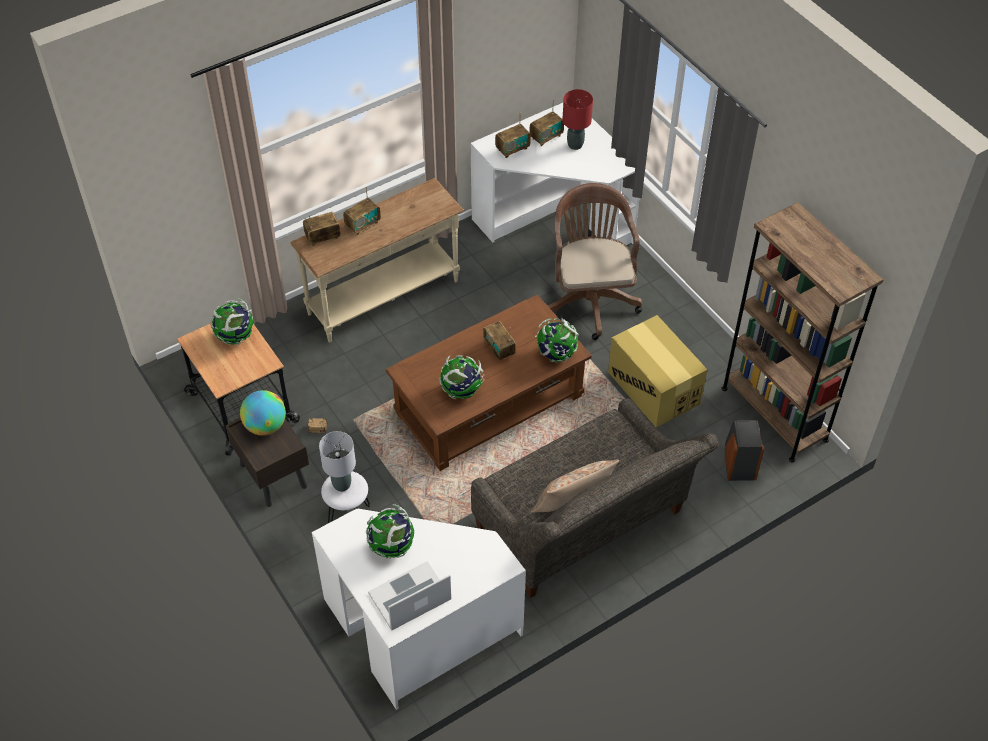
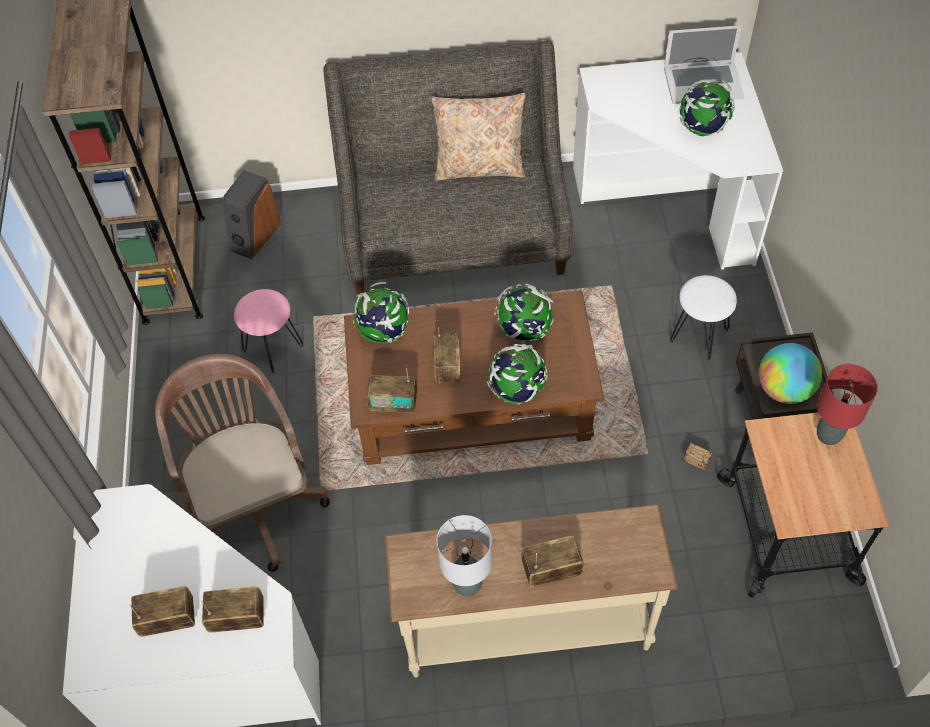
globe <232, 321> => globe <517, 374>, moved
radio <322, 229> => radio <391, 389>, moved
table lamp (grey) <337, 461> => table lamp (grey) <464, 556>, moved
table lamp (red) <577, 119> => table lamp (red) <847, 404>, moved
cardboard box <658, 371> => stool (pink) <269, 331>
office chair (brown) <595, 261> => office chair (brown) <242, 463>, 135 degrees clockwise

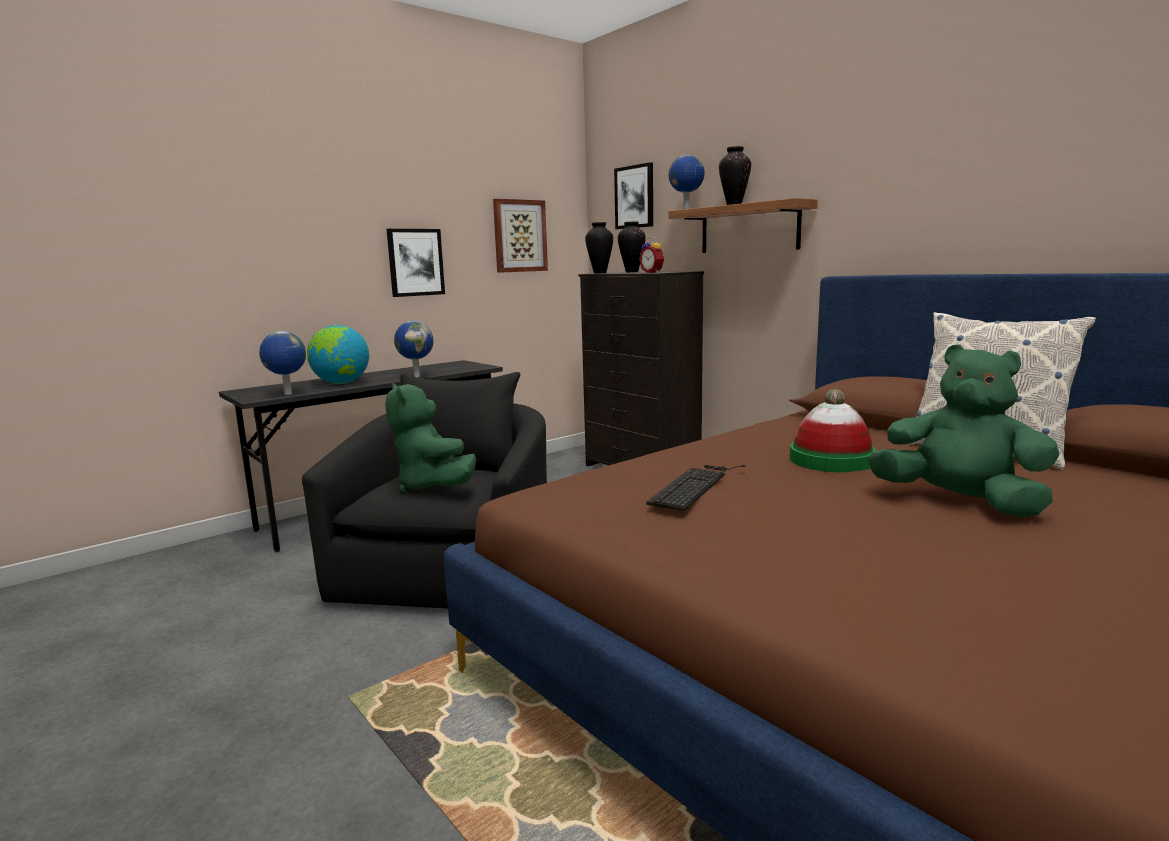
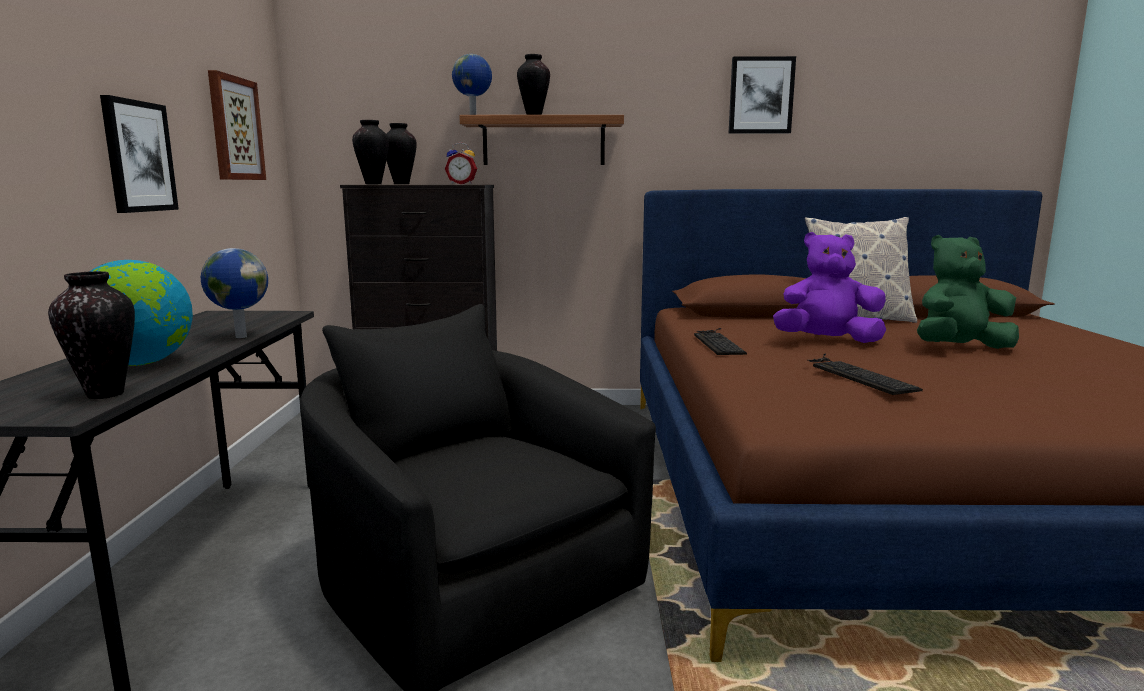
plush toy (green) <430, 438> => nothing
nothing => keyboard <720, 341>
picture <633, 195> => picture <762, 94>, moved
globe <282, 363> => vase <91, 335>
hat <833, 430> => plush toy (purple) <829, 287>

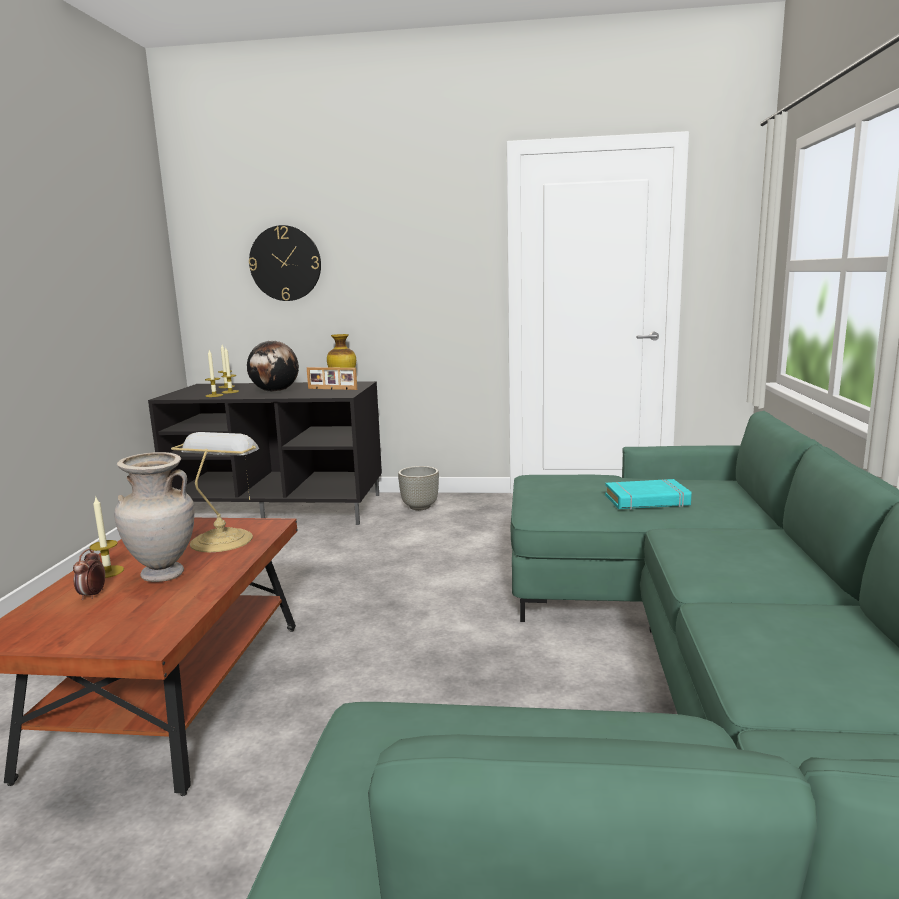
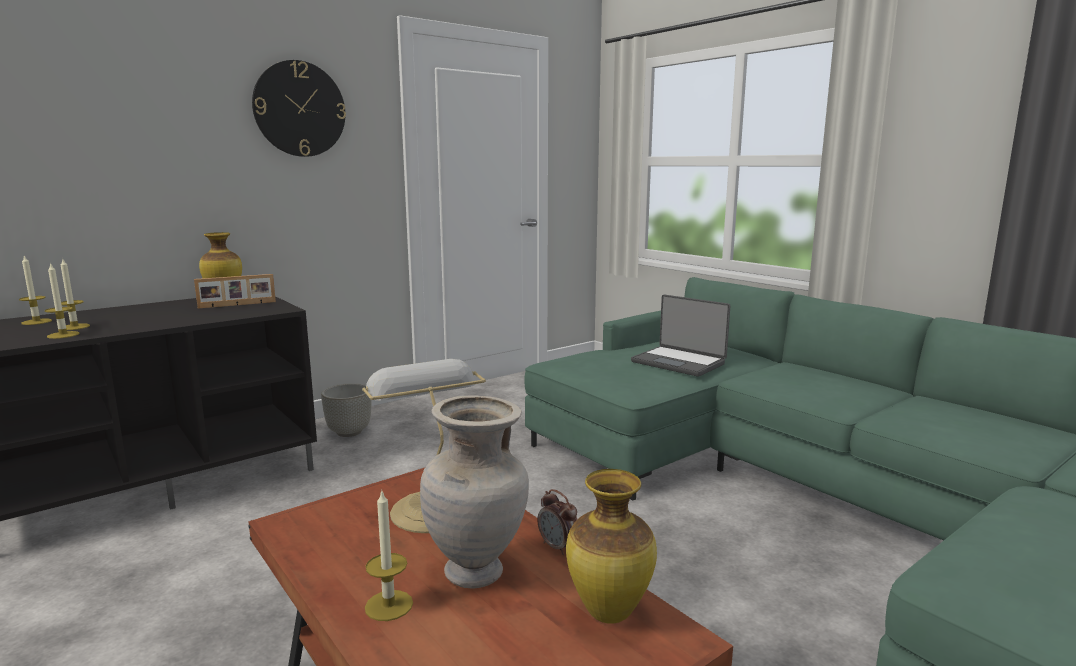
globe <273, 366> => nothing
nothing => vase <611, 546>
alarm clock <89, 574> => alarm clock <557, 522>, moved
wall clock <285, 263> => wall clock <299, 108>, moved
book (turquoise) <648, 494> => laptop <680, 335>

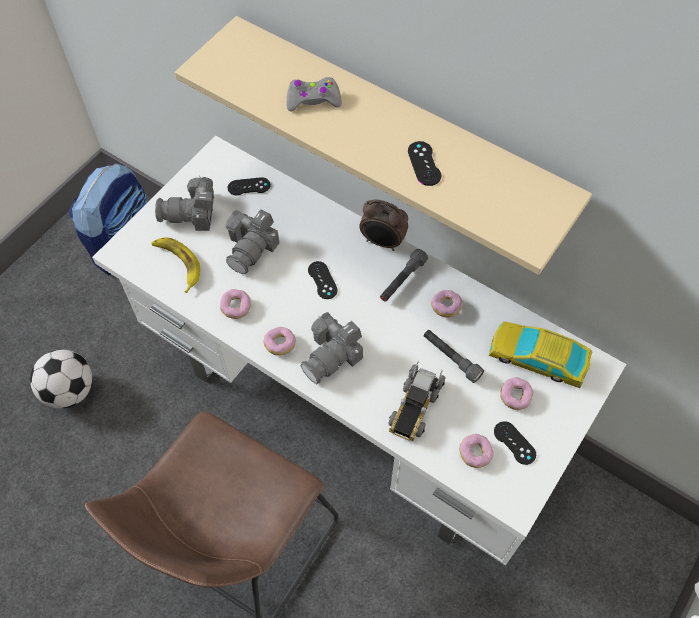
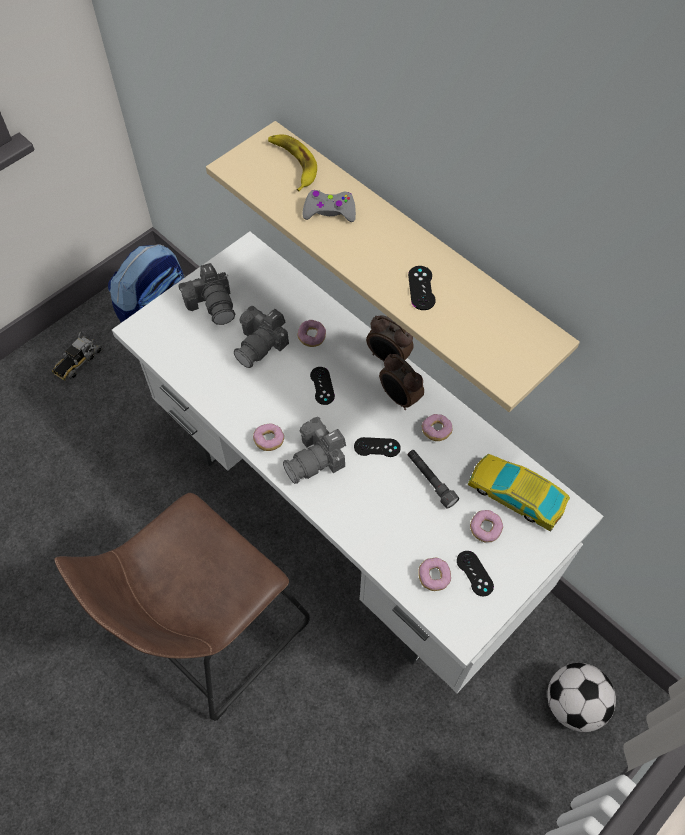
football <61, 379> => football <581, 697>, moved
banana <175, 265> => banana <292, 163>, moved
donut <235, 304> => donut <311, 333>, moved
game controller (black) <249, 186> => game controller (black) <377, 447>, moved
toy truck <416, 401> => toy truck <77, 356>, moved
flashlight (grey) <404, 275> => alarm clock <401, 382>
photo camera <184, 203> => photo camera <206, 294>, 120 degrees counterclockwise

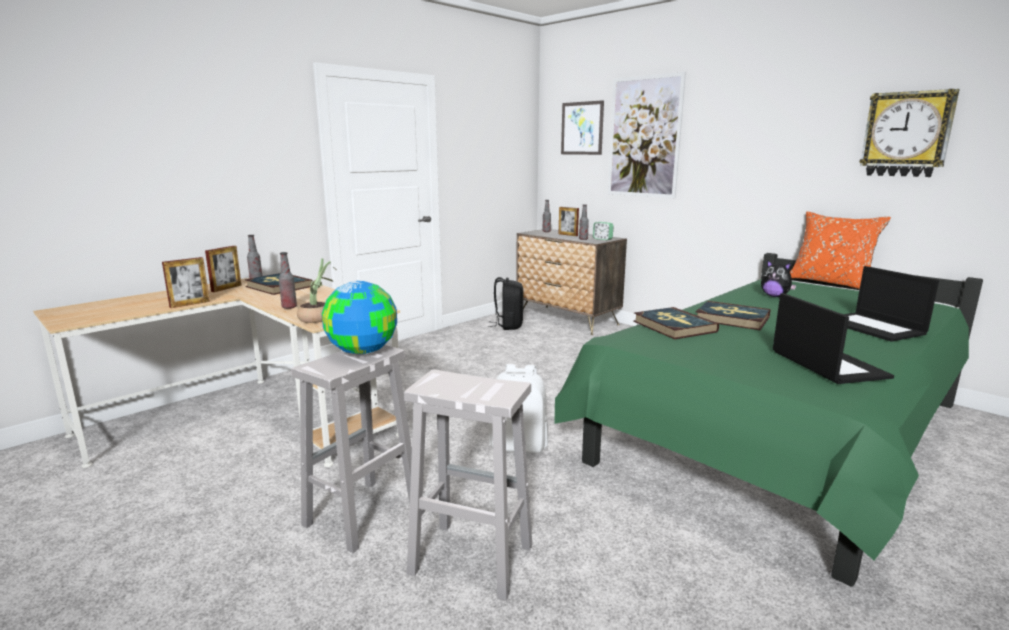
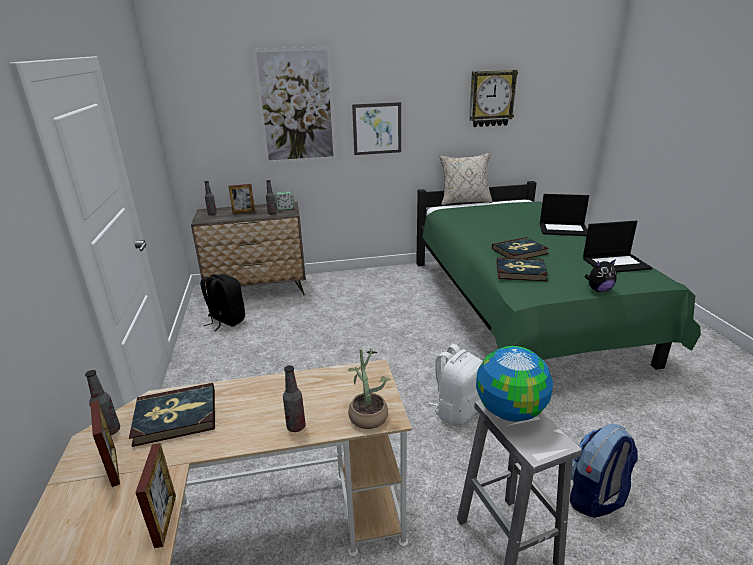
picture <582, 127> => picture <376, 128>, moved
plush toy <778, 278> => plush toy <601, 275>, moved
stool (white) <468, 485> => backpack <604, 470>
pillow (orange) <840, 250> => pillow (beige) <466, 179>
laptop <833, 338> => laptop <617, 246>, 150 degrees clockwise

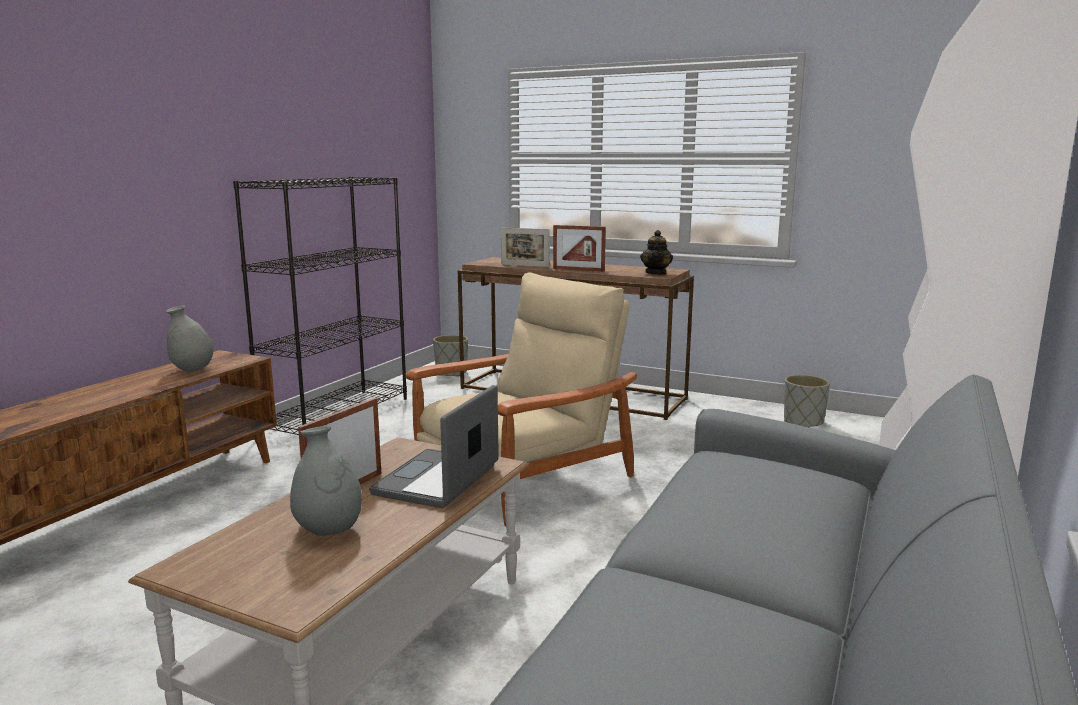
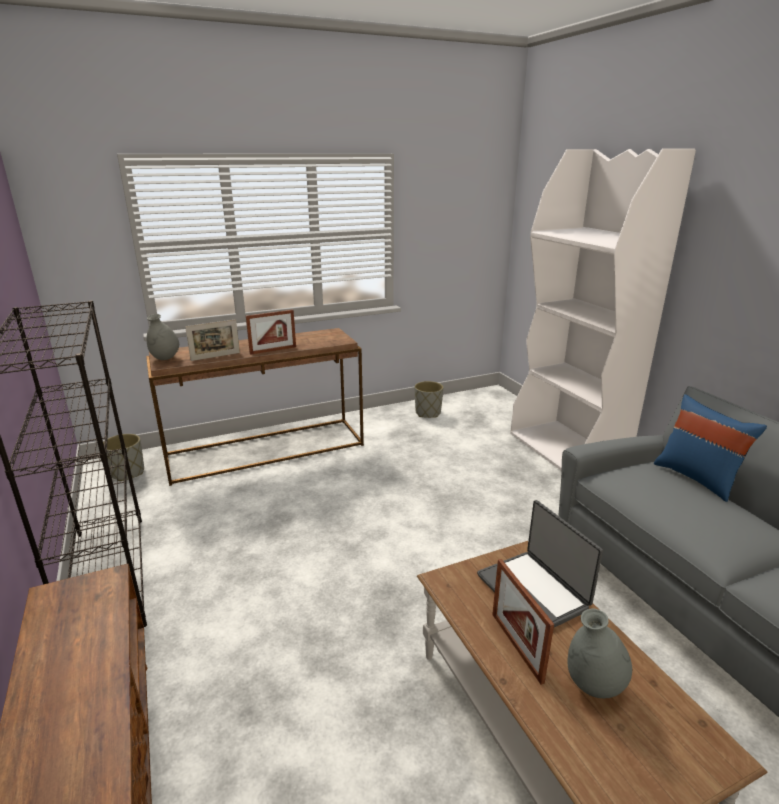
armchair (beige) <521, 399> => nothing
teapot <656, 252> => nothing
nothing => pillow (blue) <710, 448>
vase (grey) <190, 339> => vase (grey) <163, 337>, moved

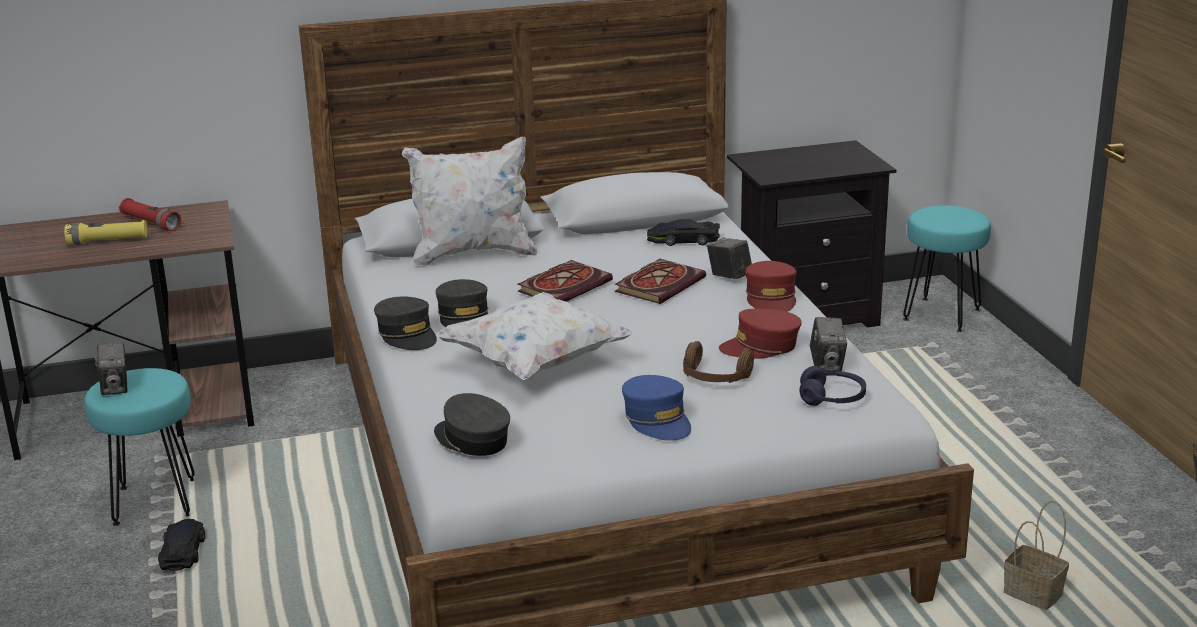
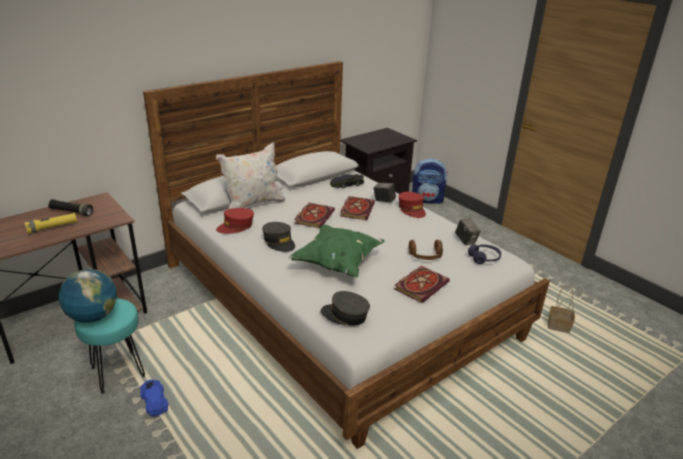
cap (grey) <405, 323> => nothing
cap (red) <760, 334> => cap (red) <235, 221>, moved
photo camera <111, 368> => globe <87, 296>
cap (blue) <656, 408> => book <422, 284>
stool (turquoise) <947, 269> => backpack <430, 181>
flashlight (red) <150, 214> => flashlight (black) <70, 207>
toy car (black) <181, 545> => toy car (blue) <154, 397>
pillow (white) <535, 336> => pillow (green) <337, 251>

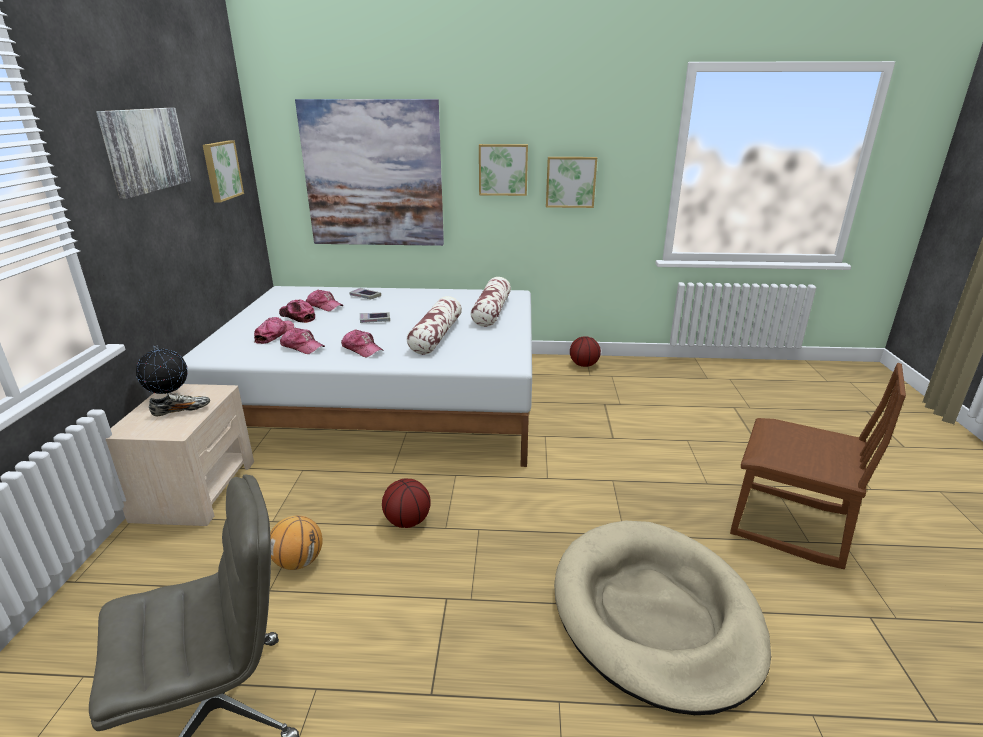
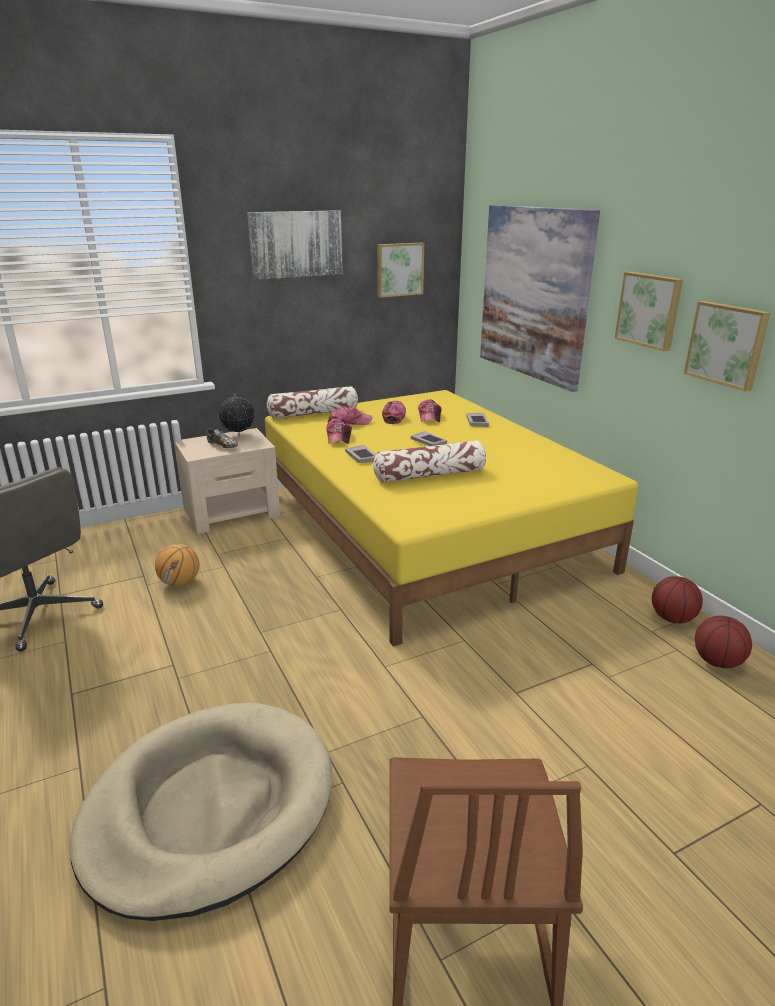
basketball <406, 503> => basketball <723, 642>, moved
pillow <490, 302> => pillow <312, 402>, moved
cap <362, 343> => book <360, 454>
bed (white) <357, 376> => bed (yellow) <451, 518>

